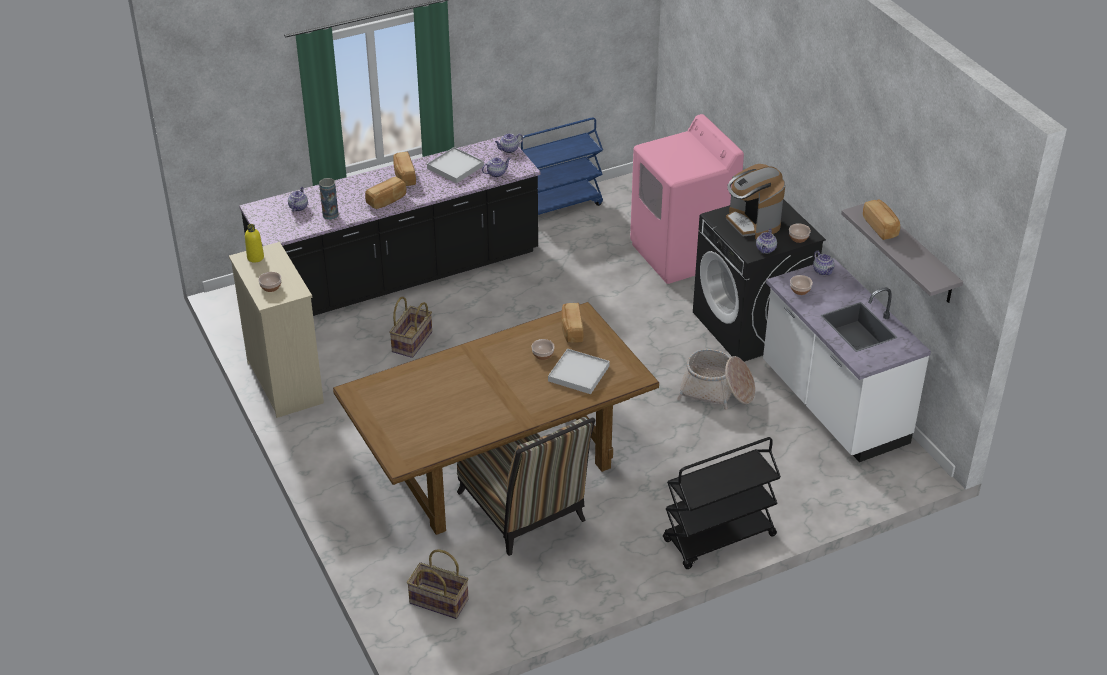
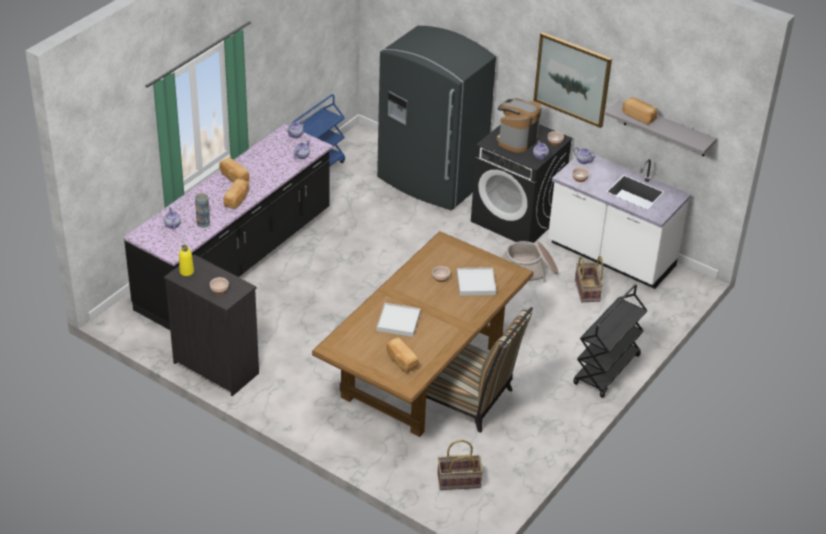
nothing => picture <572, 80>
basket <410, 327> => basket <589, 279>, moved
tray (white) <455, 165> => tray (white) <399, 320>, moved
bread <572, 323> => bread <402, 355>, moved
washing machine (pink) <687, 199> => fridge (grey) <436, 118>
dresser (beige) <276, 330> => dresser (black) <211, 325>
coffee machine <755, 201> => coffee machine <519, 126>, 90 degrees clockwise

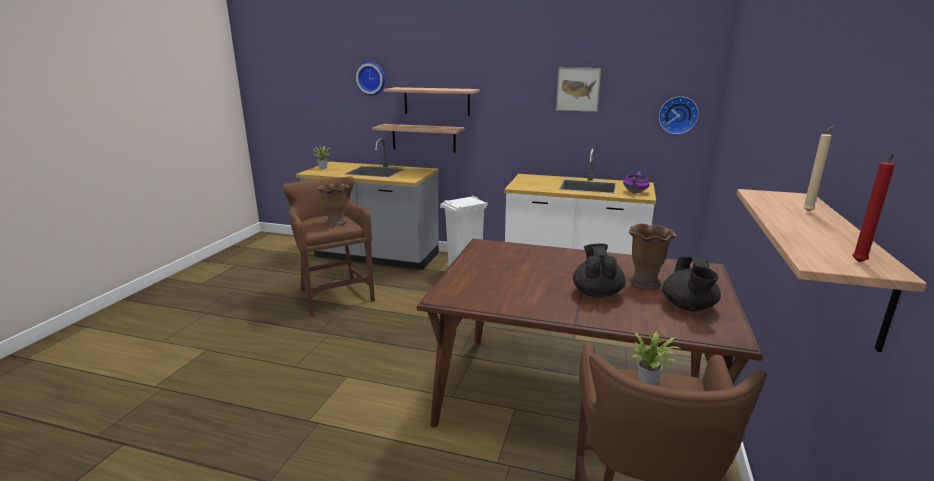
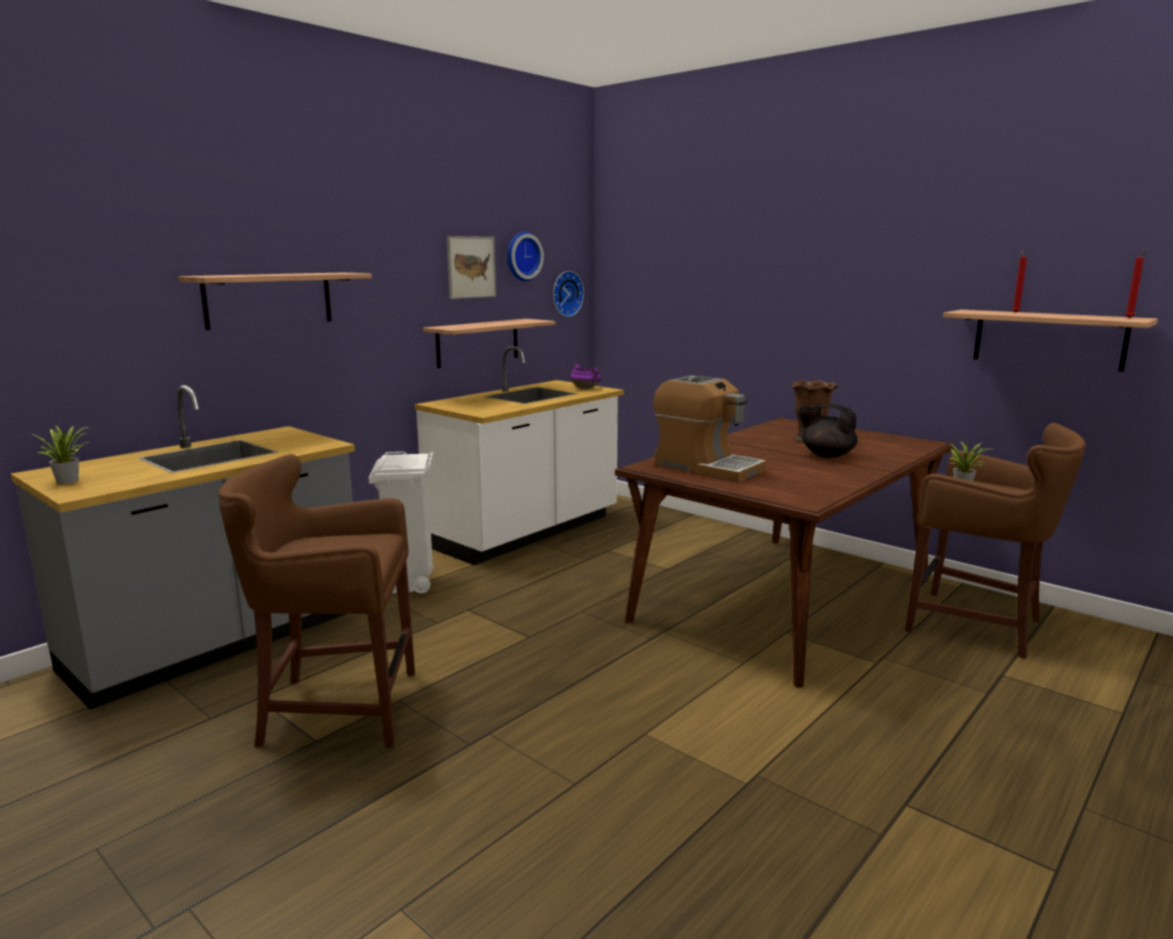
vase (brown) <333, 204> => nothing
teapot (black) <691, 283> => nothing
nothing => coffee machine <710, 429>
wall clock <370, 78> => wall clock <525, 256>, moved
shelf <418, 138> => shelf <489, 343>, moved
candle (beige) <818, 168> => candle (red) <1019, 282>

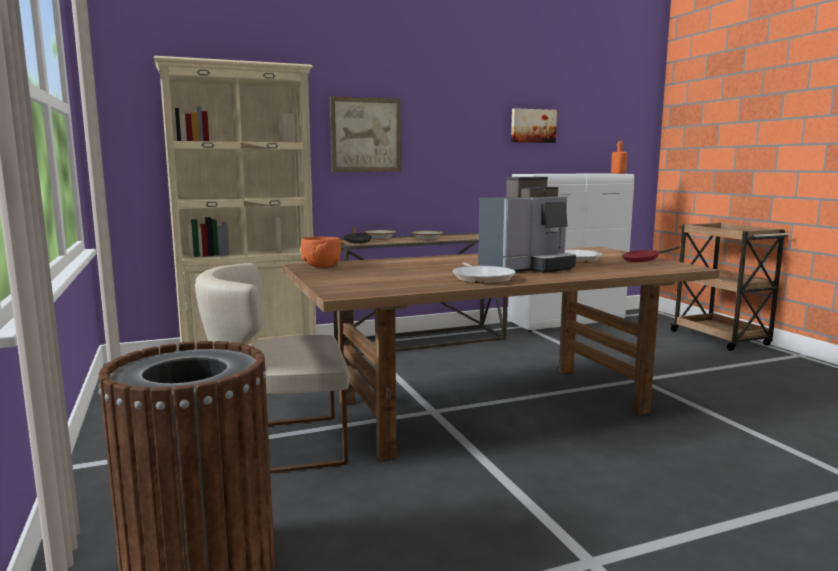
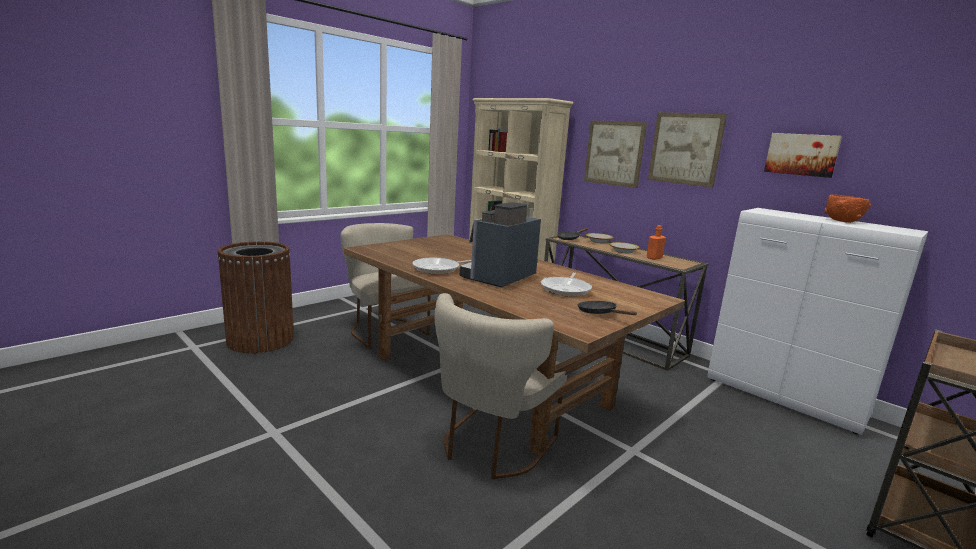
nothing => chair (beige) <501, 386>
nothing => picture <687, 149>
bowl (orange) <321, 252> => bowl (orange) <847, 209>, moved
bottle (orange) <619, 157> => bottle (orange) <656, 242>, moved
frying pan (red) <651, 254> => frying pan (black) <607, 308>
coffee machine <527, 225> => coffee machine <500, 245>, 90 degrees clockwise

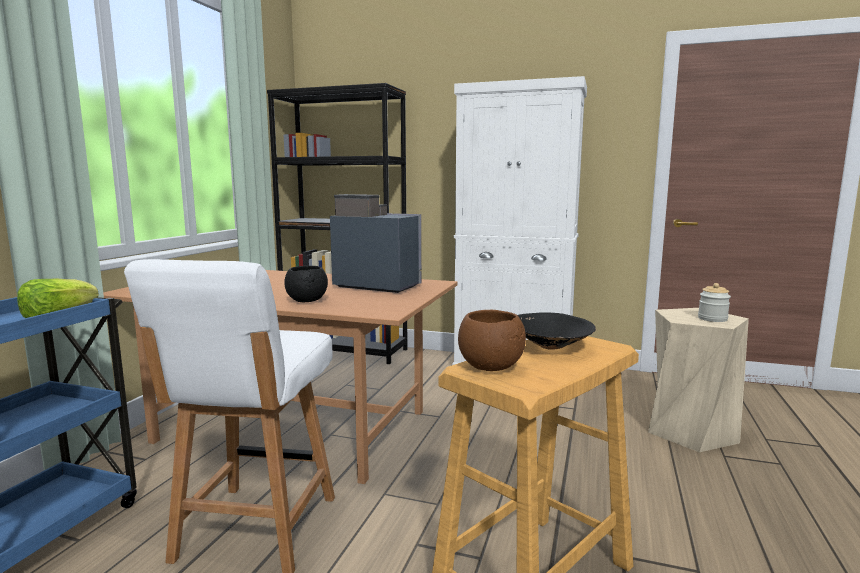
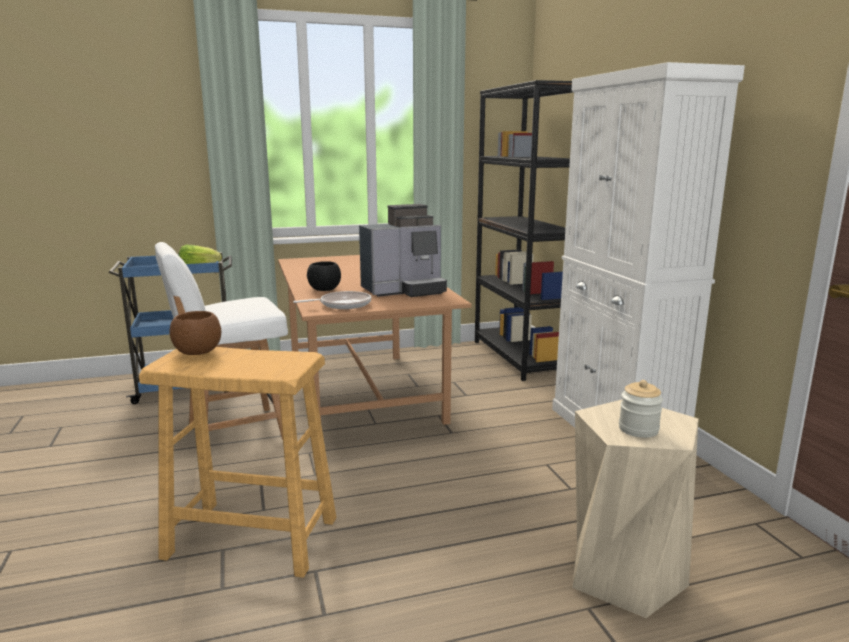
bowl (black) <557, 331> => nothing
nothing => frying pan <332, 300>
coffee machine <375, 243> => coffee machine <403, 250>, 75 degrees clockwise

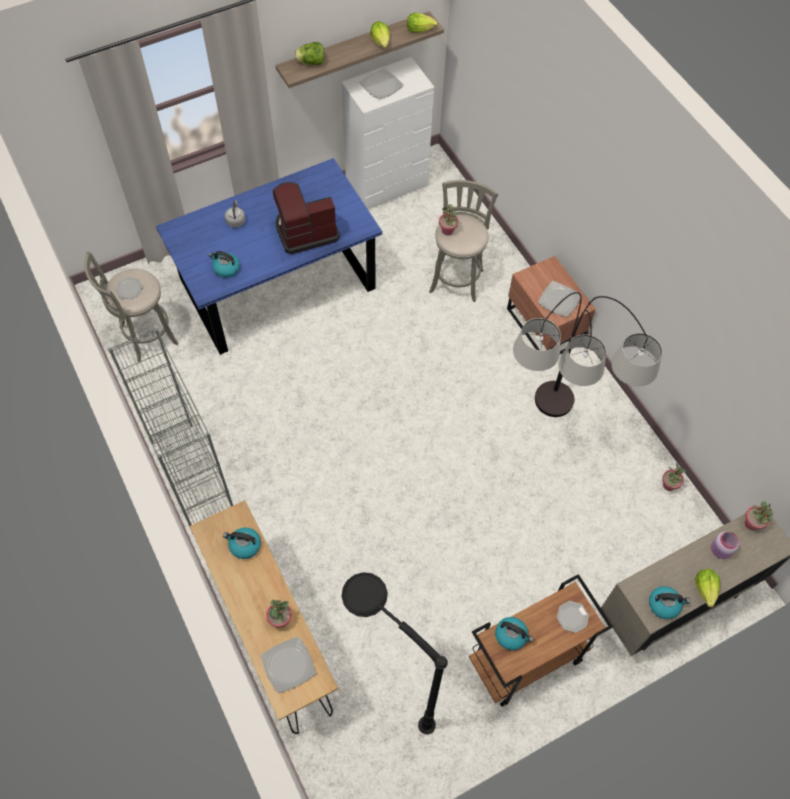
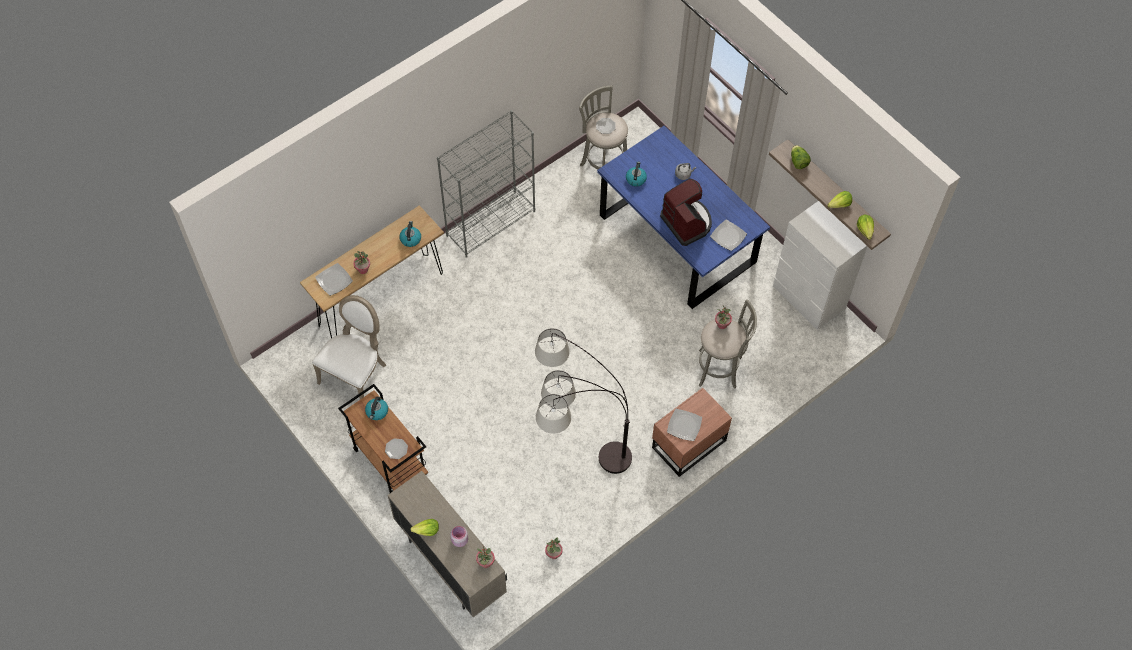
kettle <669, 602> => nothing
plate <381, 83> => plate <728, 235>, moved
floor lamp (black) <394, 653> => chair (white) <349, 347>

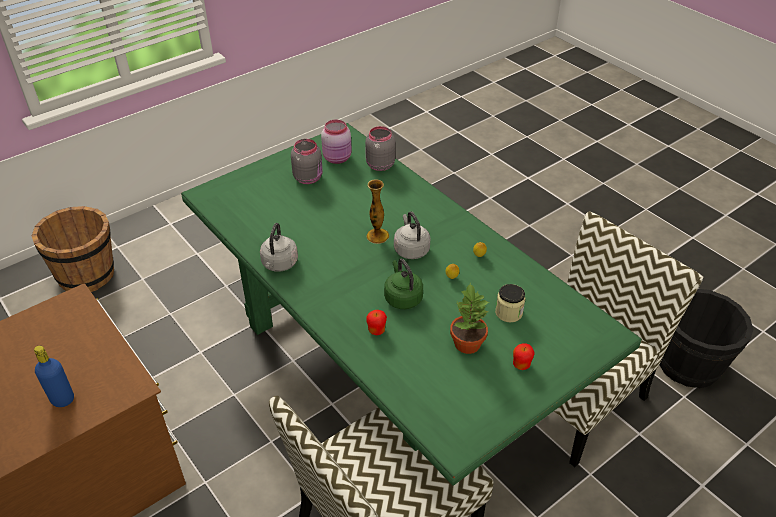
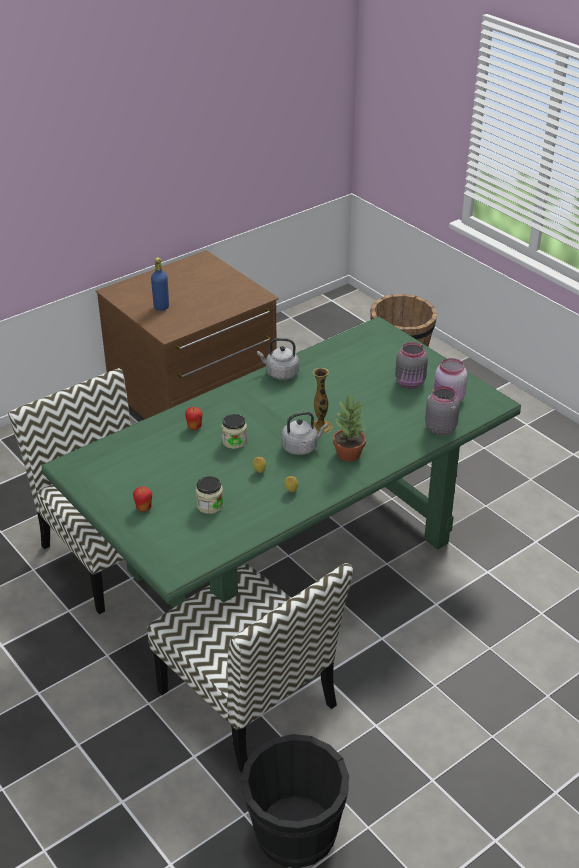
potted plant <469, 318> => potted plant <350, 427>, moved
kettle (green) <403, 284> => jar <234, 431>

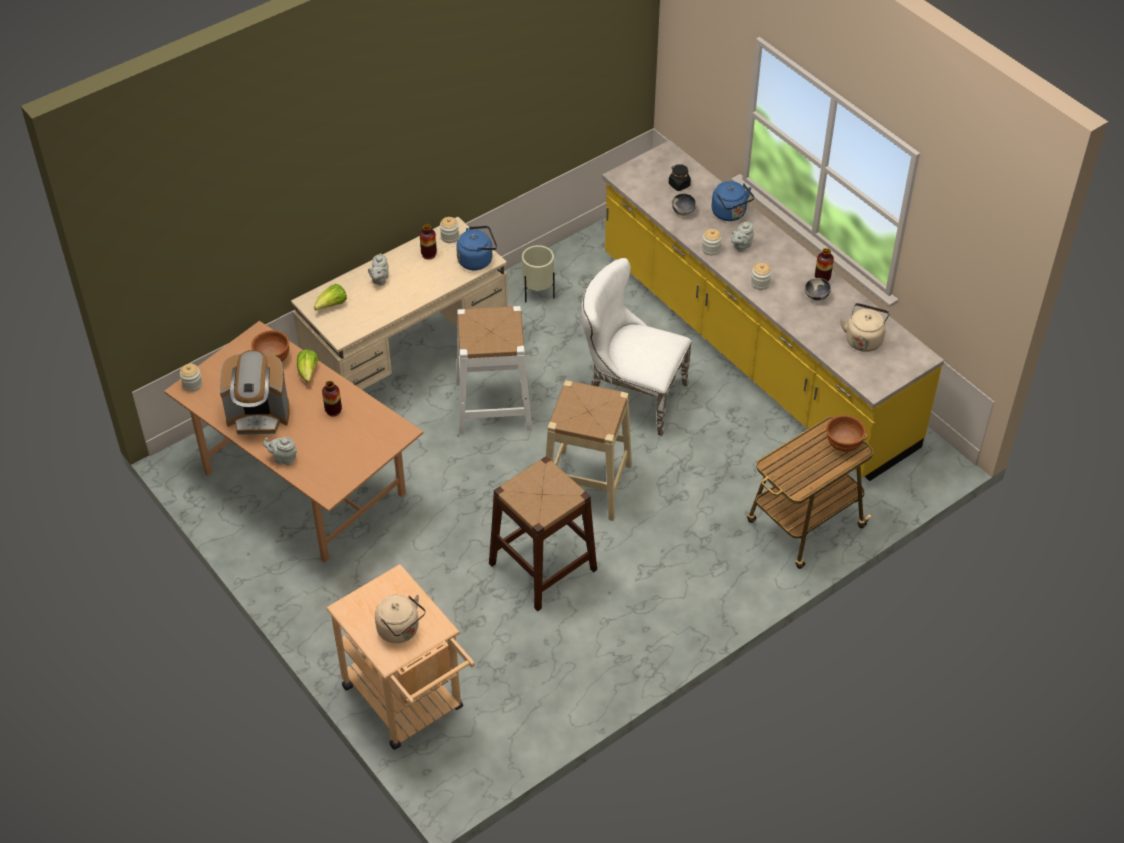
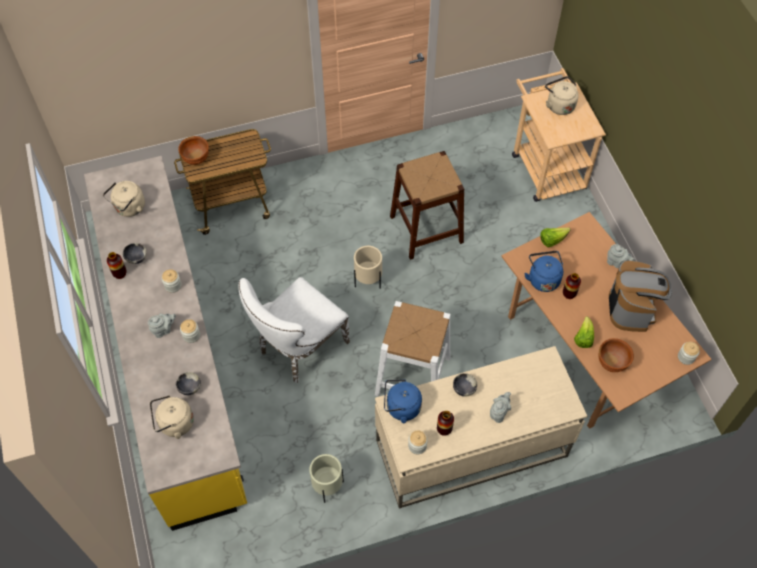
nothing => bowl <465, 385>
lettuce <330, 297> => lettuce <555, 237>, moved
kettle (blue) <733, 201> => kettle (blue) <543, 271>, moved
stool (beige) <589, 450> => planter (beige) <368, 267>
jar (black) <680, 177> => kettle (beige) <172, 417>
coffee machine <254, 392> => coffee machine <640, 296>, 75 degrees clockwise
chair (white) <637, 347> => chair (white) <294, 330>, 90 degrees clockwise

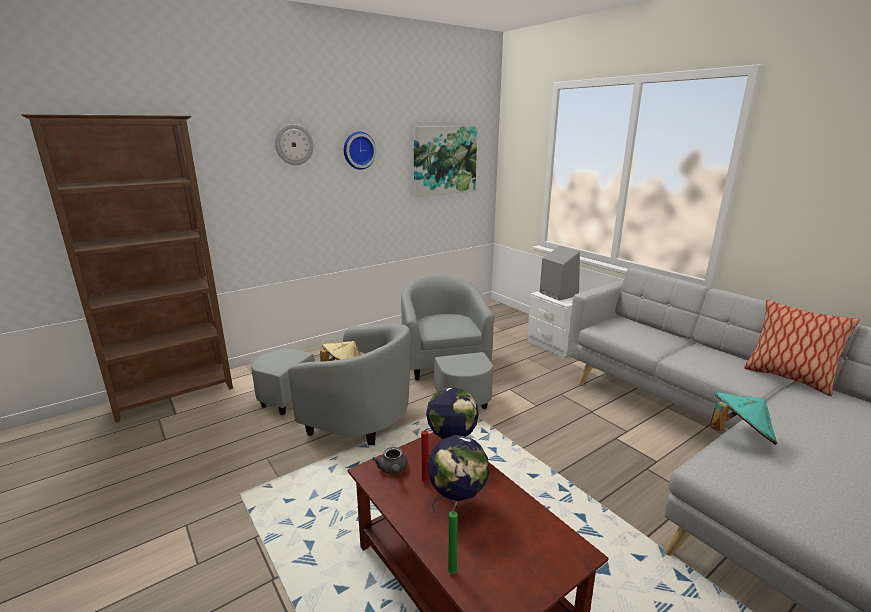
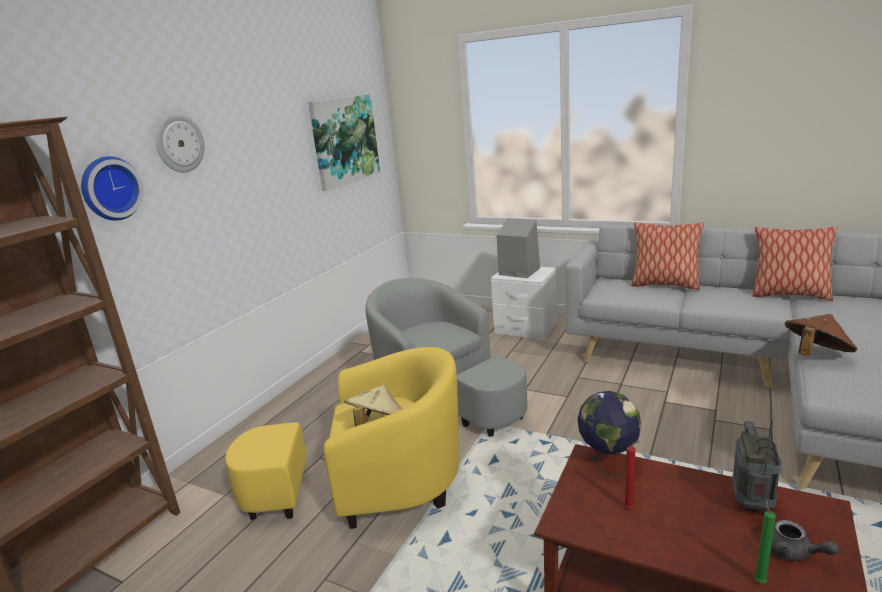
globe <458, 474> => nothing
nothing => pillow <667, 256>
nothing => radio <757, 466>
wall clock <360, 151> => wall clock <112, 188>, moved
teapot (grey) <390, 460> => teapot (grey) <805, 540>, moved
armchair (grey) <331, 384> => armchair (yellow) <342, 438>
hat (turquoise) <743, 418> => hat (brown) <821, 335>

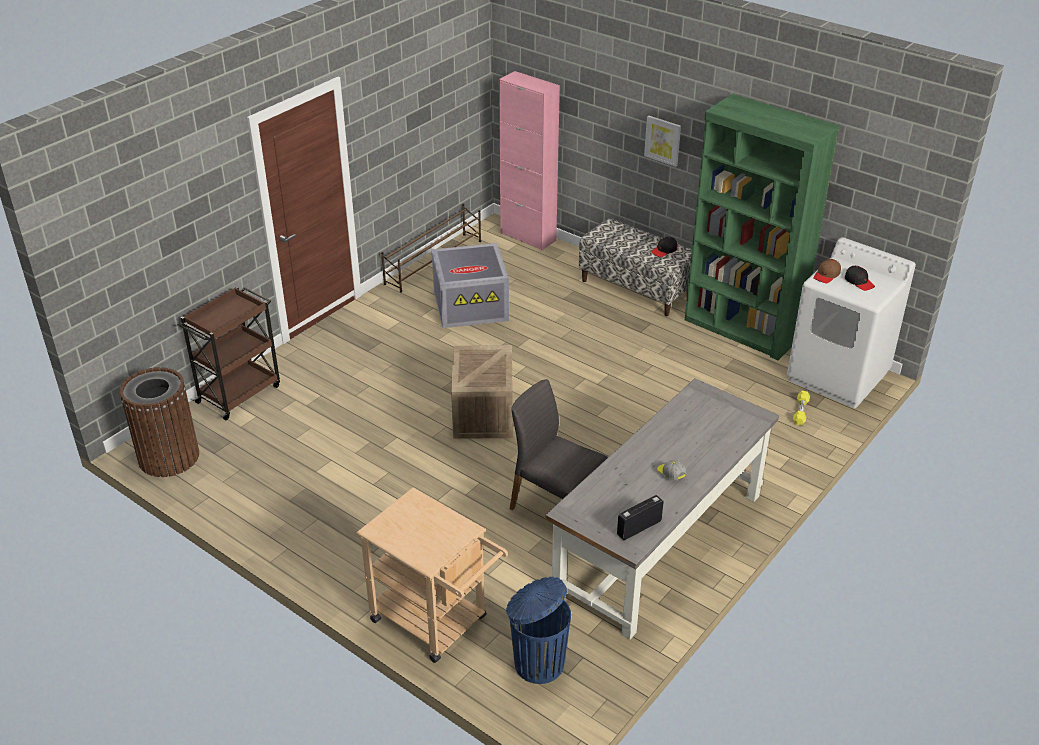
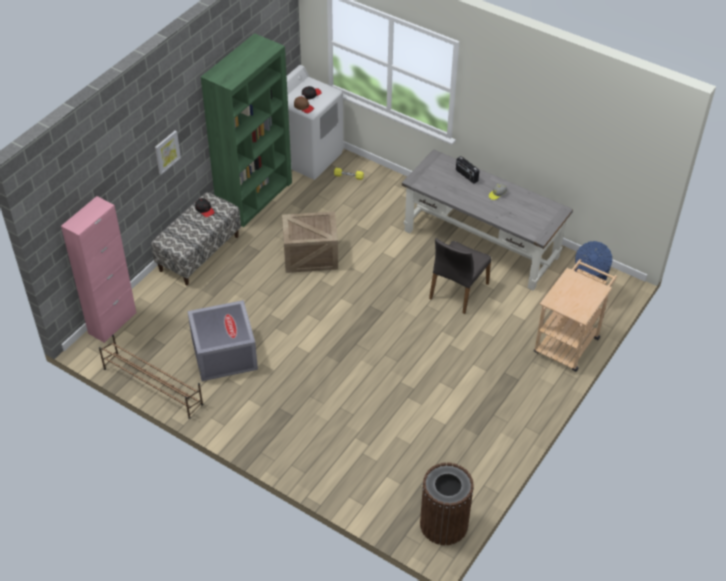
cart (brown) <229, 353> => nothing
crate <482, 392> => crate <310, 242>, moved
radio <640, 517> => radio <467, 170>, moved

